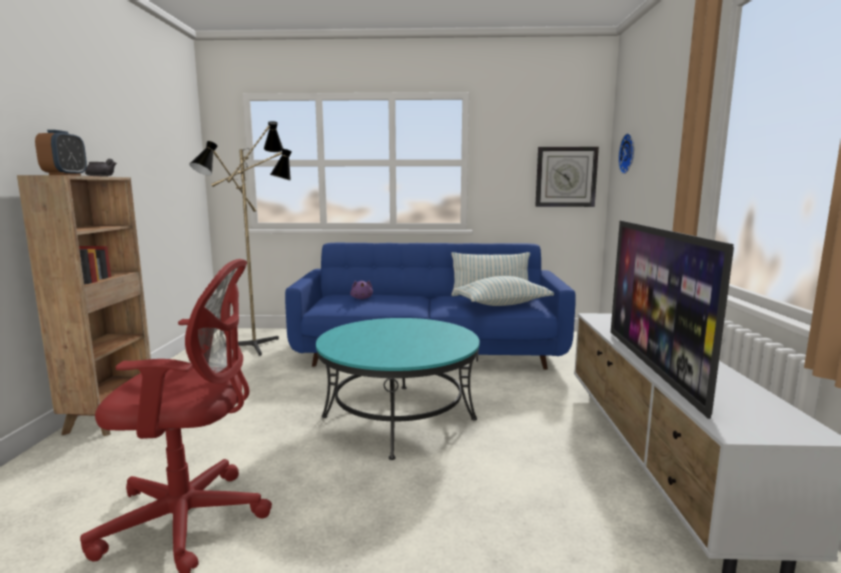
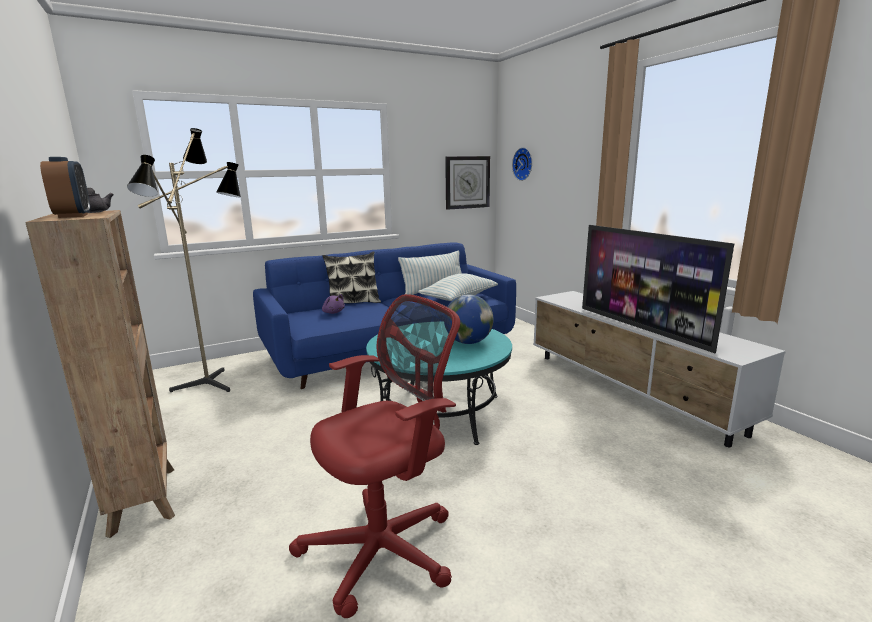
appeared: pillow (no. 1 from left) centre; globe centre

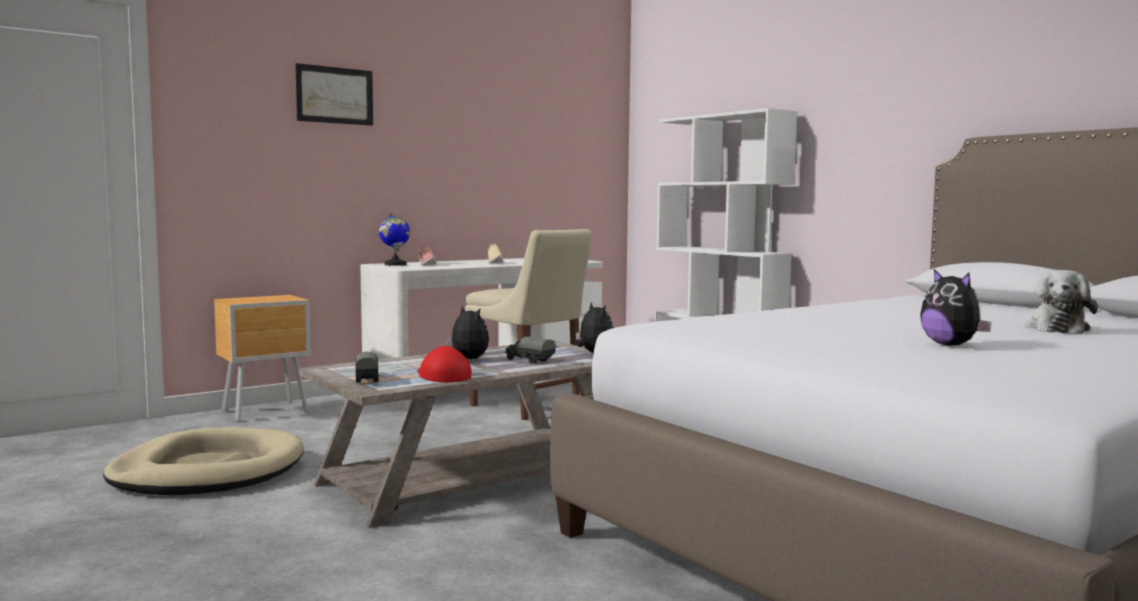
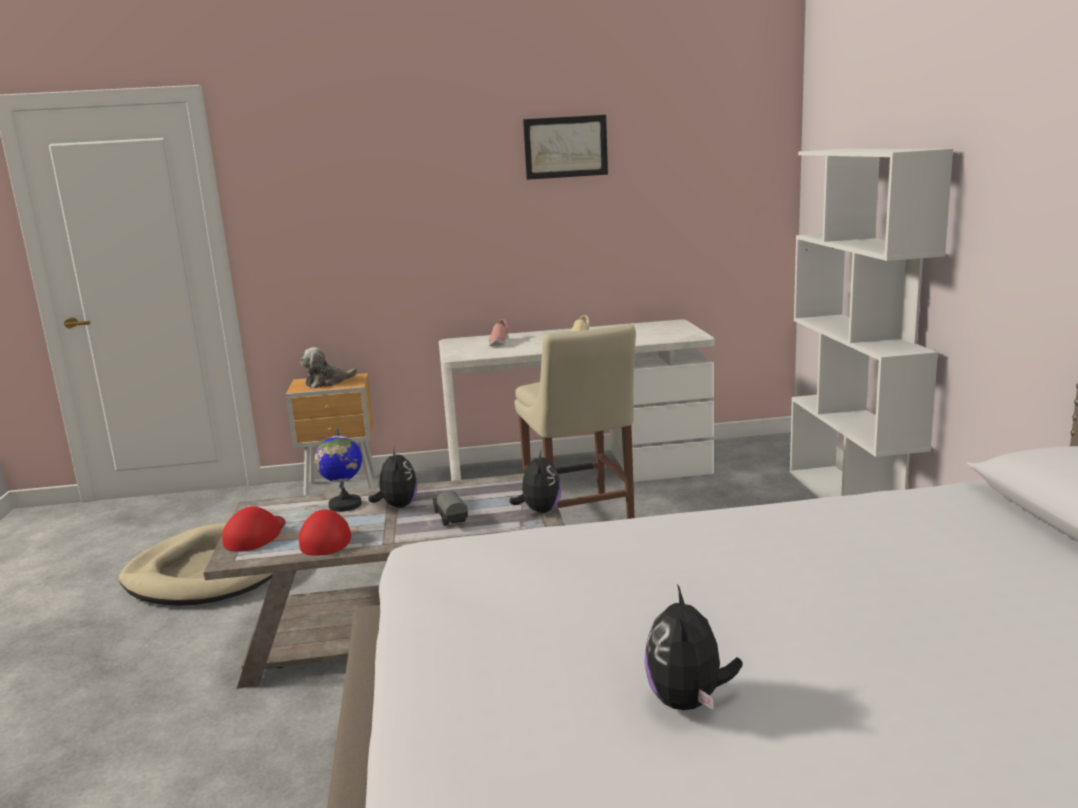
relocated: picture top left to top centre; globe centre to middle left; plush toy (no. 4 from left in the first image) middle right to plush toy (no. 1 from left) middle left
exchanged: toy truck (no. 1 from left) middle left to cap (red) (no. 1 from left) middle left

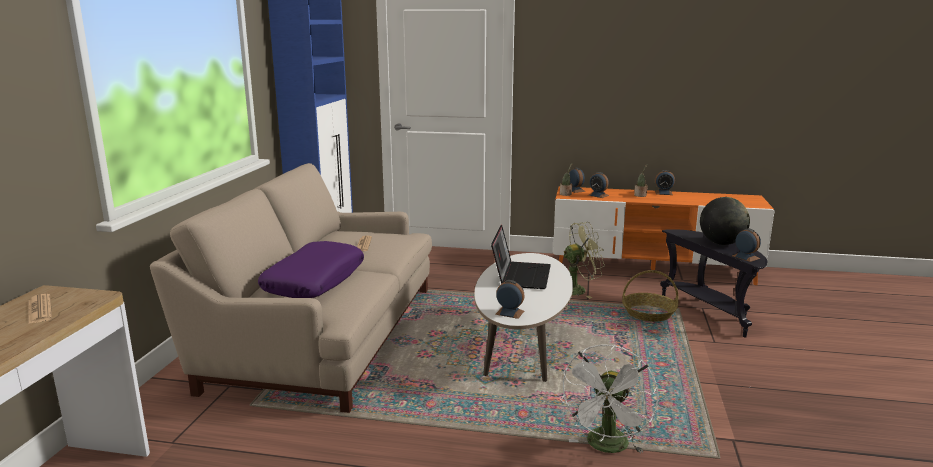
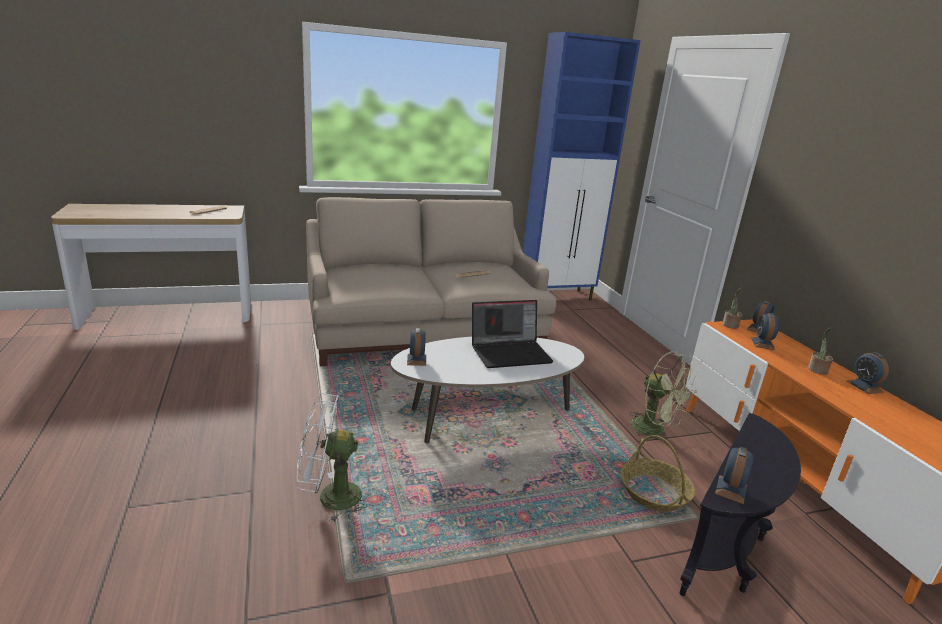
missing: pillow (purple) centre; globe middle right

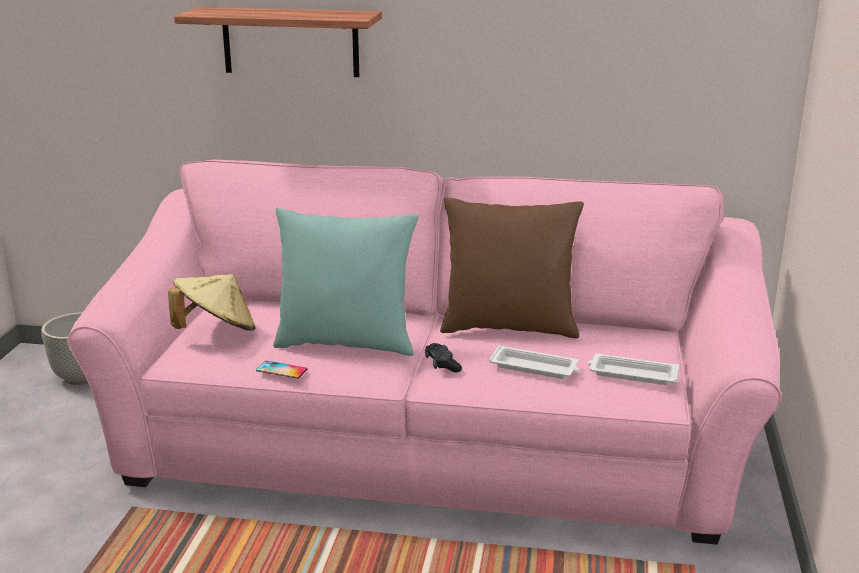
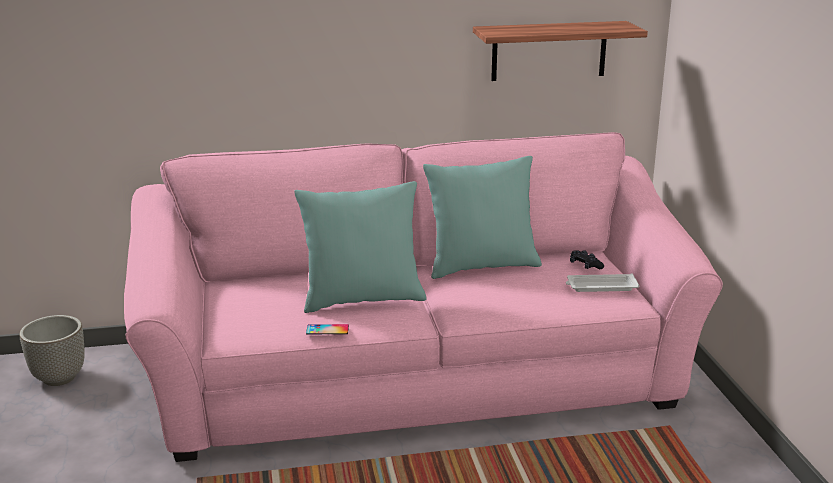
missing: hat (beige) middle left; tray (white) (no. 1 from left) centre
relocated: shelf top left to top right; game controller (black) centre to middle right
colour: pillow (brown) centre to pillow (turquoise) (no. 2 from left) centre

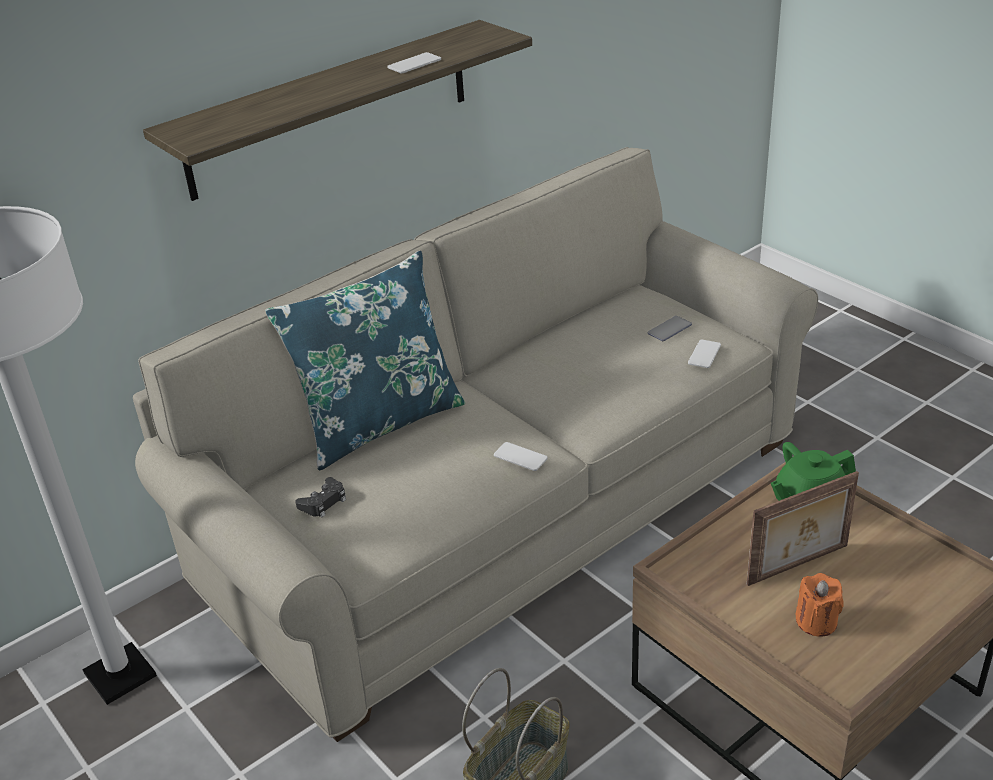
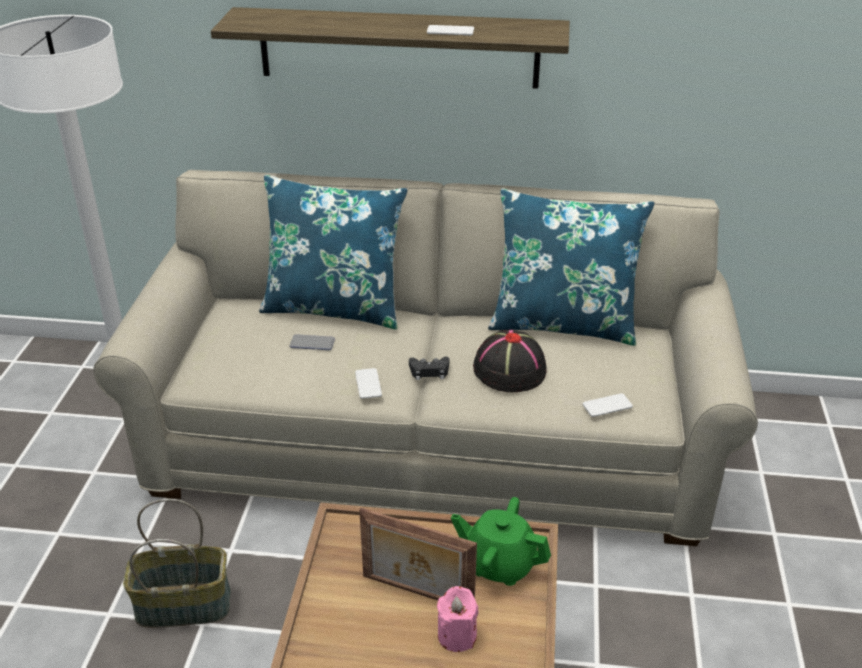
missing: candle (orange) bottom right
appeared: candle (pink) bottom centre; hat (black) centre; pillow (blue) (no. 2 from left) centre
relocated: game controller (black) middle left to centre; phone (no. 3 from left in the first image) middle right to phone (no. 1 from left) centre

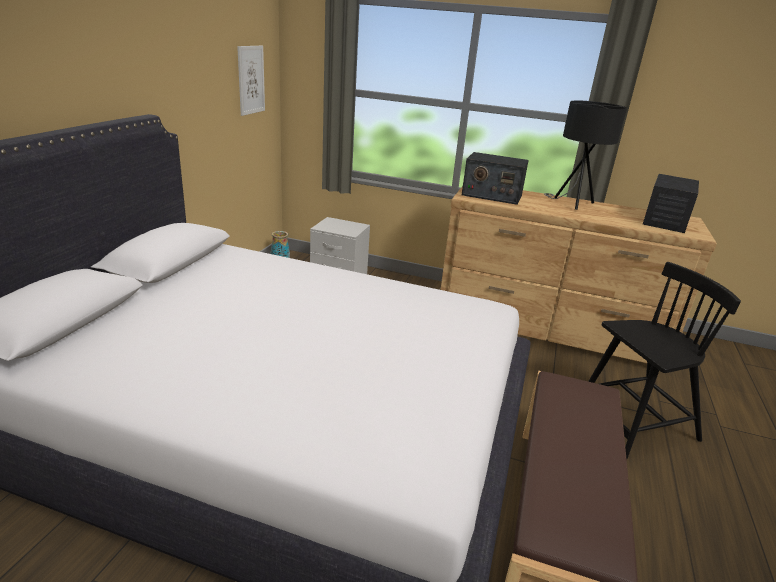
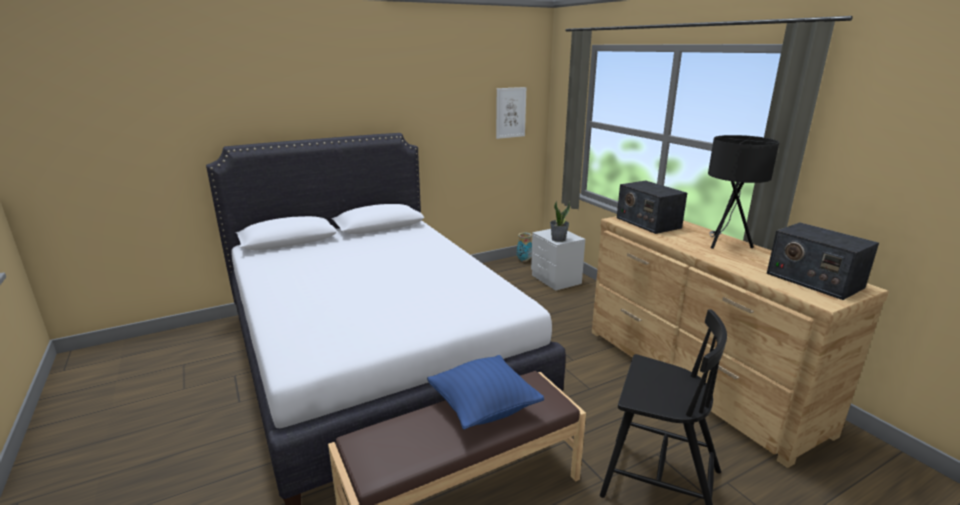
appeared: pillow (blue) bottom centre; potted plant centre
spun: radio (no. 2 from left) middle right = middle right 75 degrees clockwise

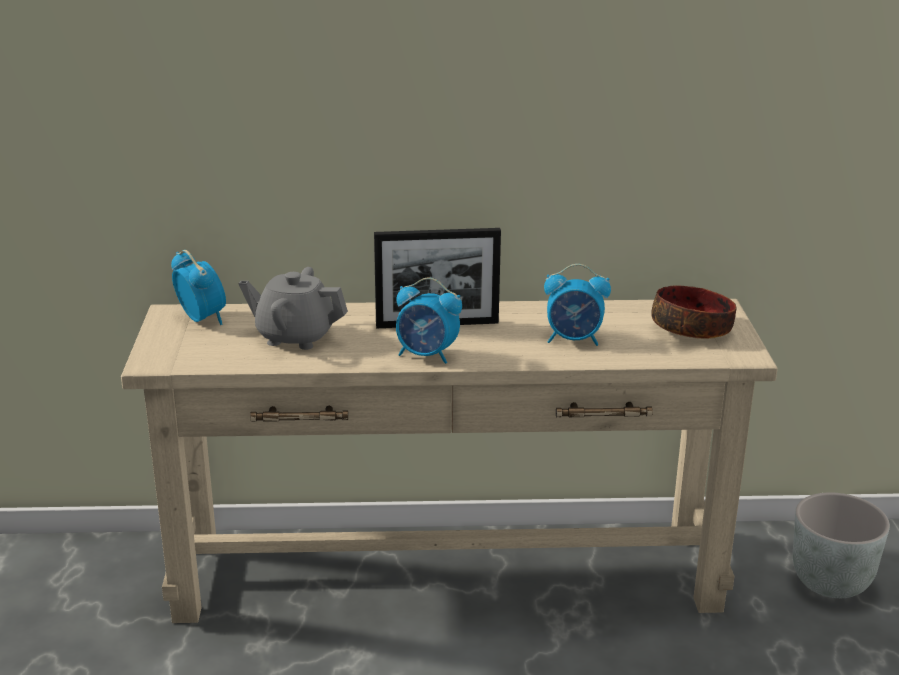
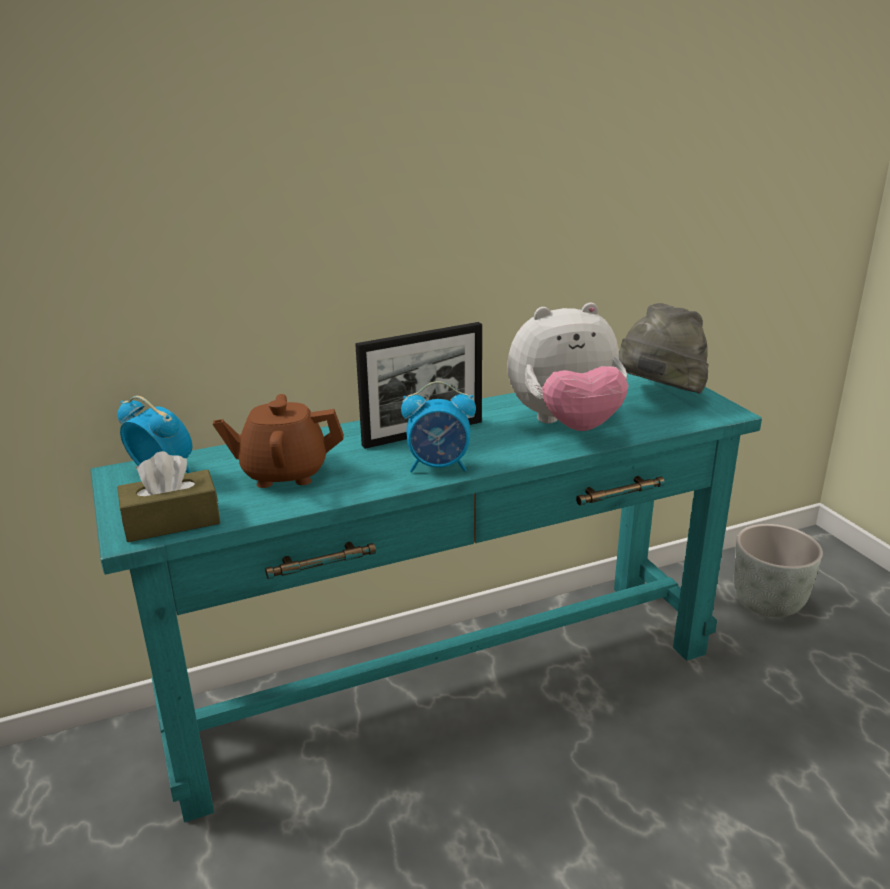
appeared: tissue box (brown) middle left
exchanged: alarm clock (no. 3 from left) centre to plush toy centre; bowl middle right to hat (grey) middle right
colour: console table (beige) bottom centre to console table (turquoise) bottom centre; teapot (grey) middle left to teapot (brown) middle left

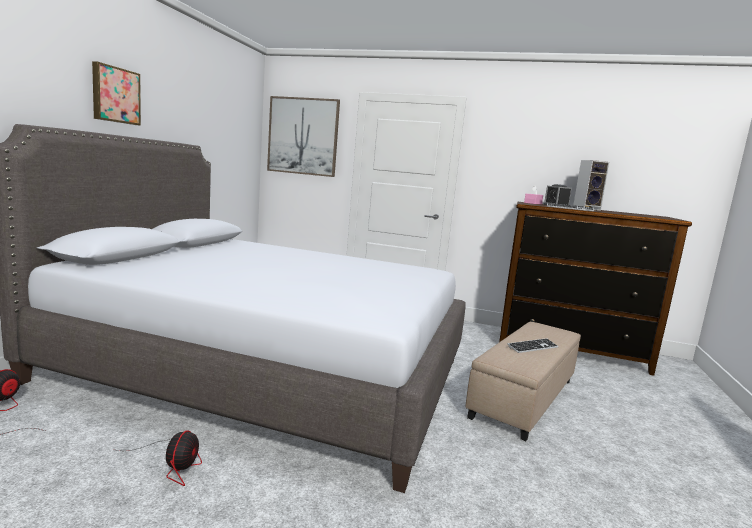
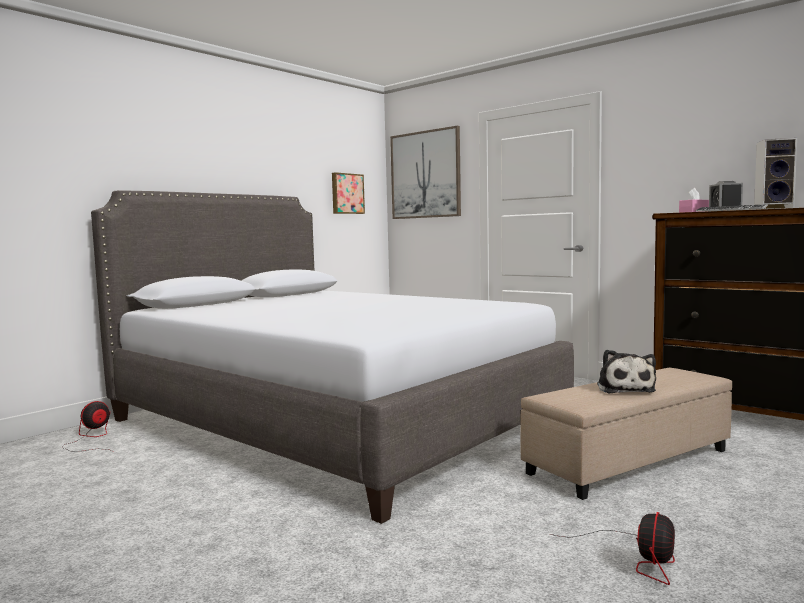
relocated: picture (no. 1 from left) top left to top centre; fan (no. 2 from left) bottom left to bottom right
exchanged: keyboard (no. 1 from left) middle right to plush toy middle right

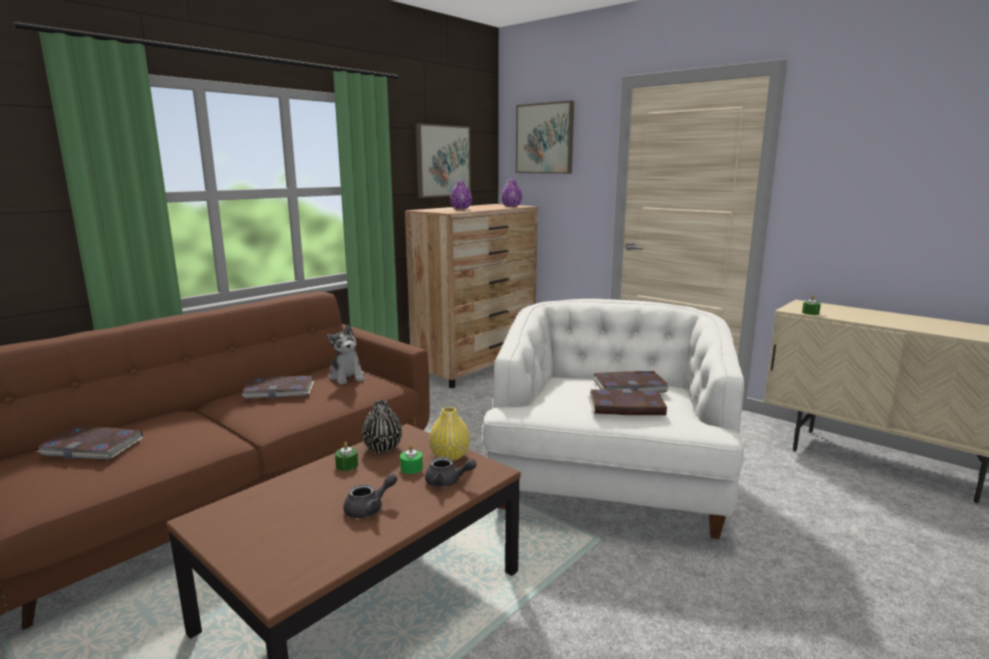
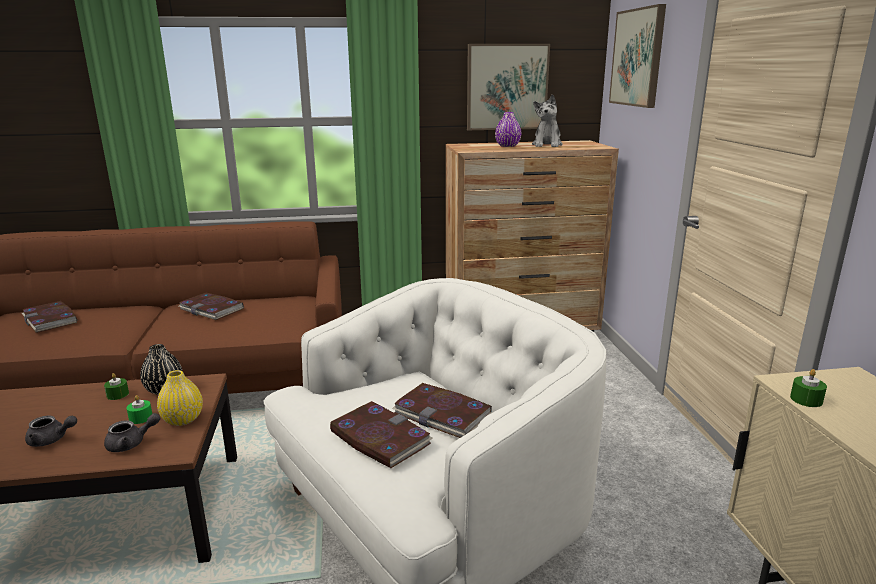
missing: vase (purple) (no. 2 from left) top centre
relocated: plush toy centre to top centre
spun: teapot (grey) (no. 2 from left) bottom centre = bottom left 75 degrees counterclockwise

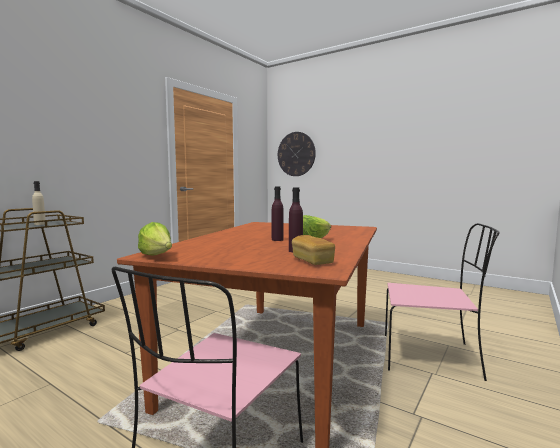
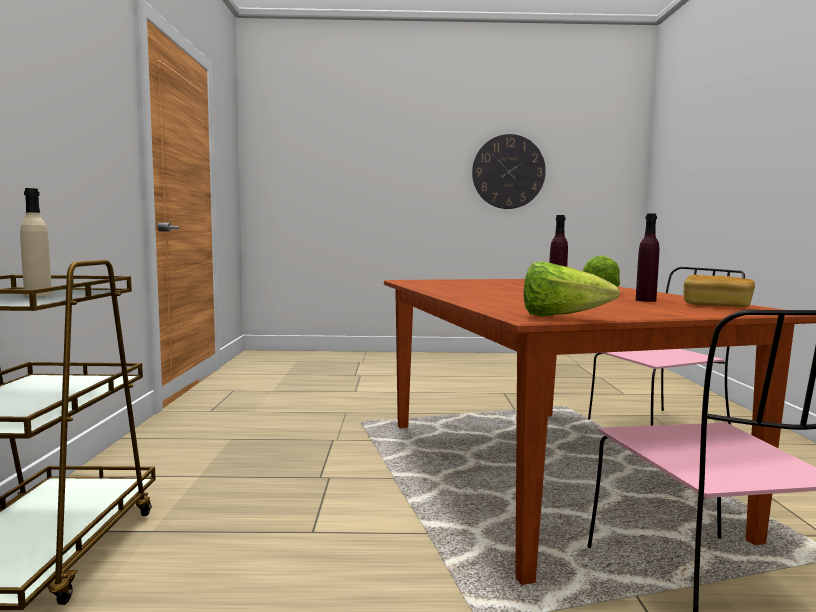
relocated: wall clock centre to top centre

